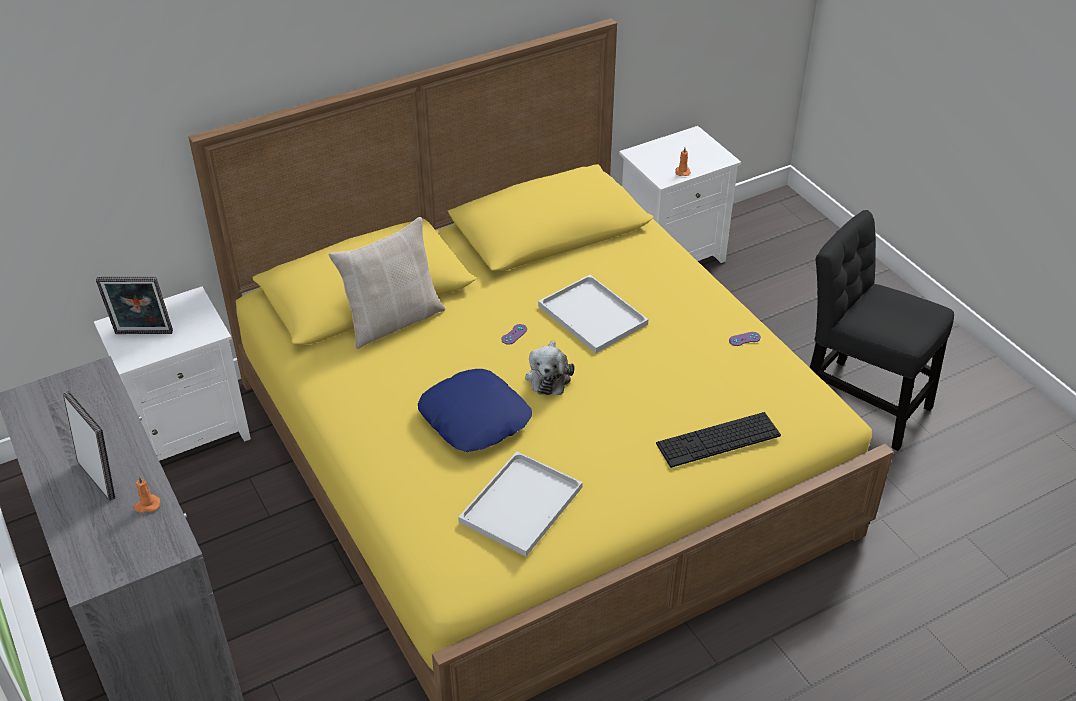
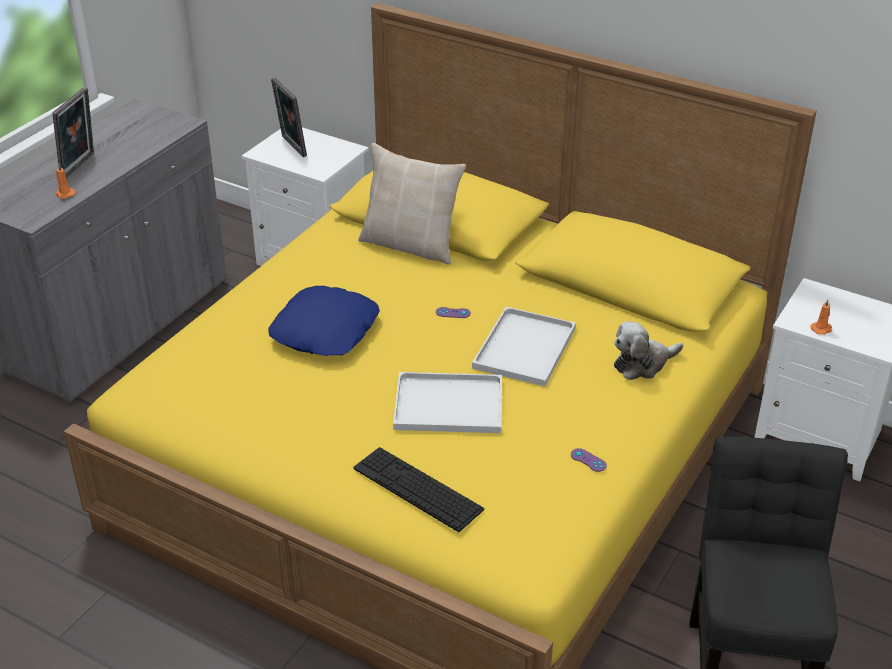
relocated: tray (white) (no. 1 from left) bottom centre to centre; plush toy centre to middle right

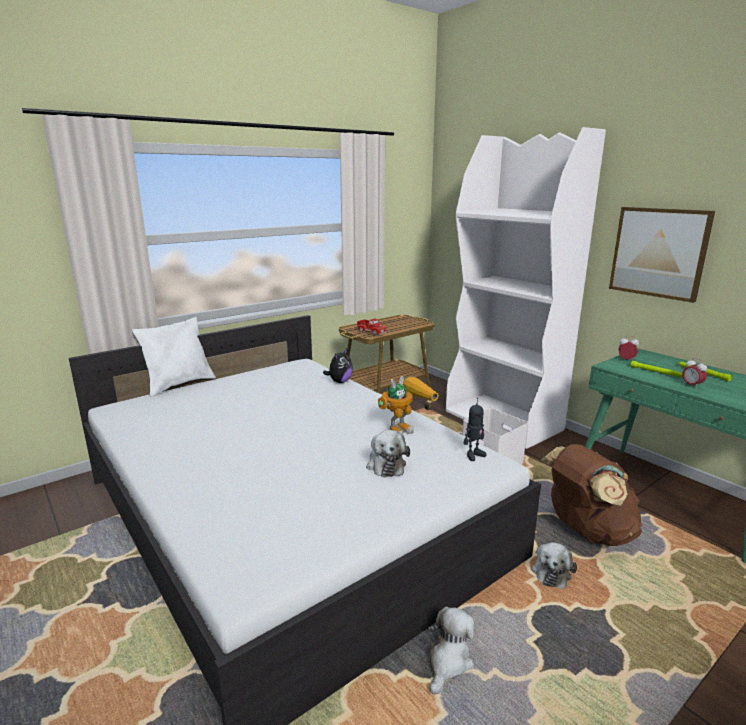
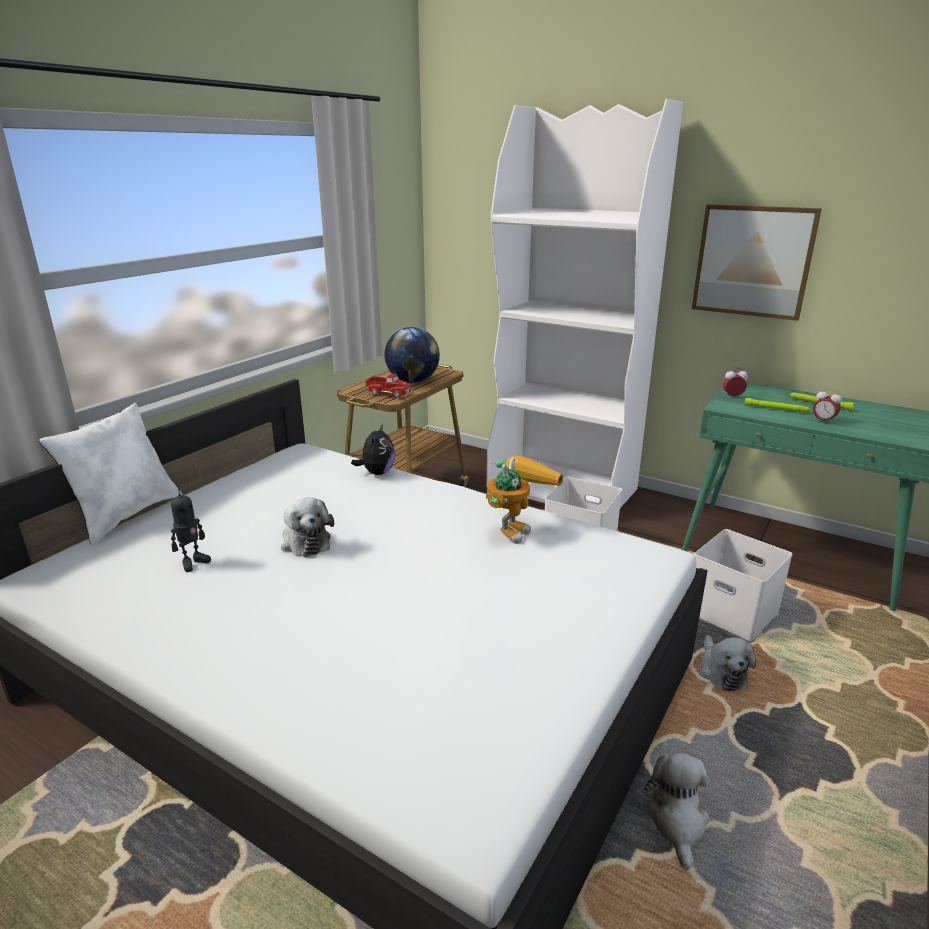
appeared: globe centre
relocated: plush toy (no. 2 from left in the first image) centre to plush toy (no. 1 from left) middle left; toy robot (no. 2 from left in the first image) centre to toy robot (no. 1 from left) middle left
exchanged: backpack (brown) bottom right to storage box (white) (no. 2 from left) middle right

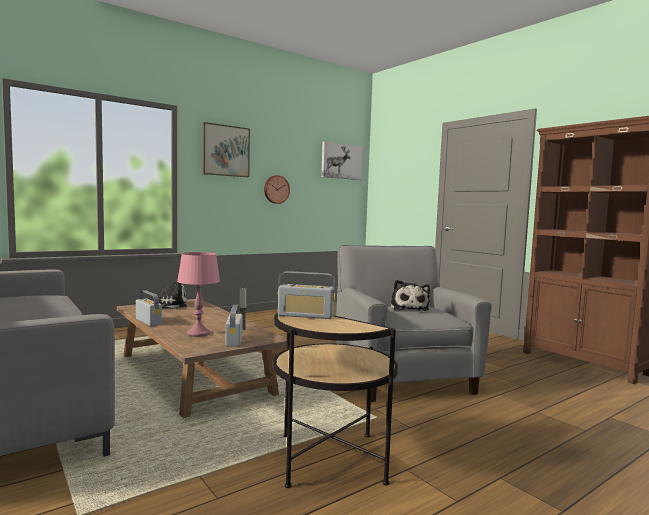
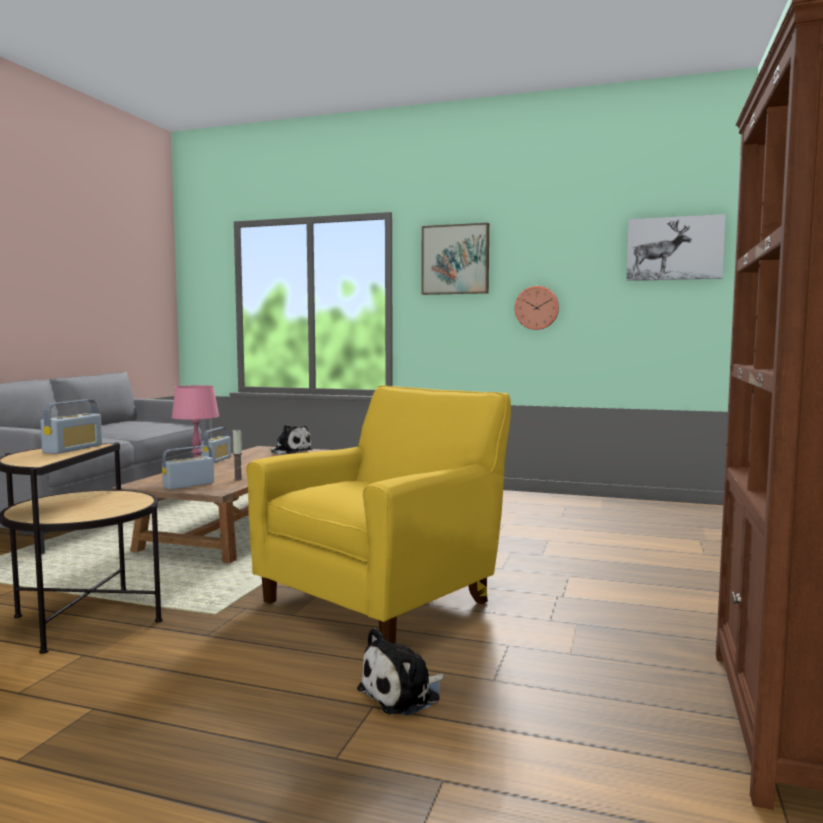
relocated: plush toy (no. 2 from left) centre to bottom centre
colour: armchair (grey) centre to armchair (yellow) centre
spun: radio (no. 3 from left in the first image) centre = middle left 135 degrees counterclockwise

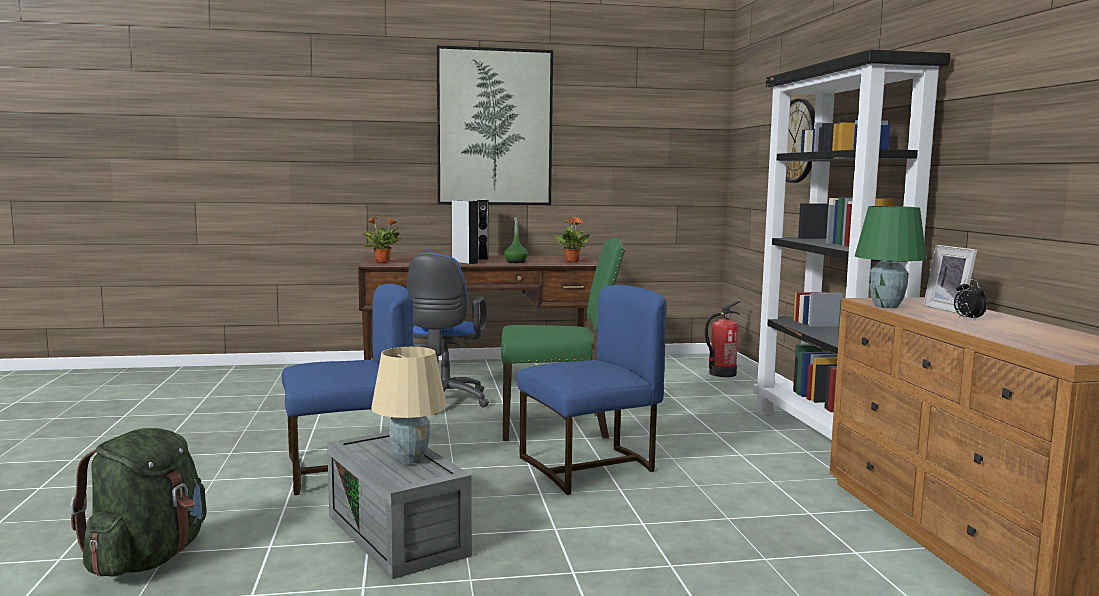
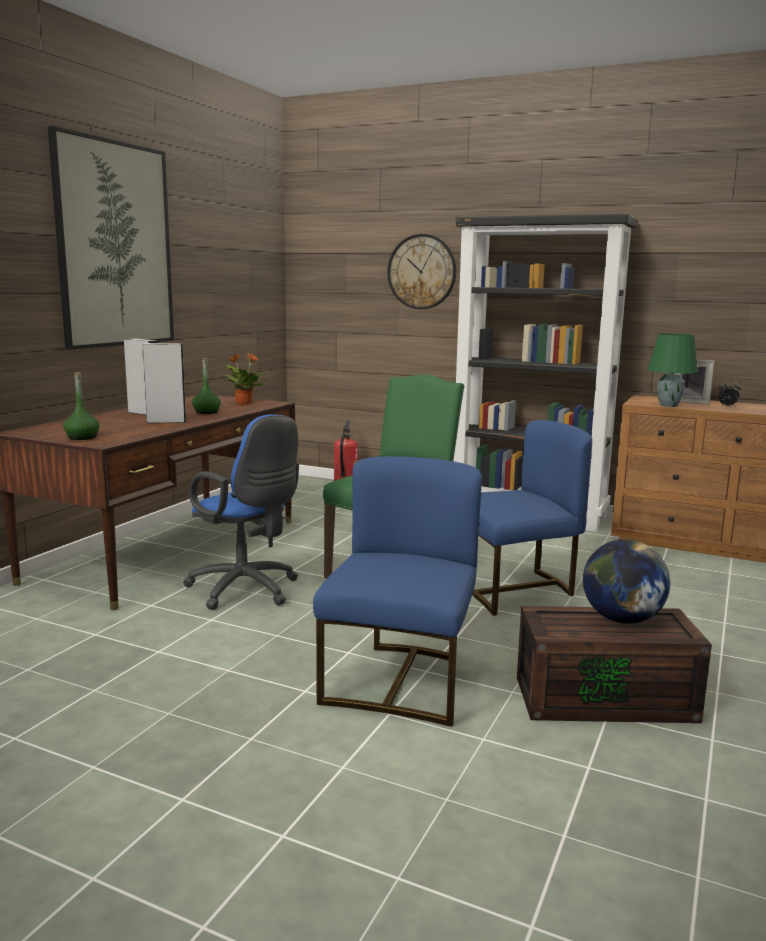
missing: backpack (green) bottom left
exchanged: potted plant (no. 1 from left) centre to bottle (green) (no. 1 from left) middle left; table lamp (beige) bottom centre to globe middle right
colour: storage box (grey) bottom centre to storage box (brown) bottom right
spun: chair (blue) (no. 2 from left) centre = middle right 60 degrees clockwise

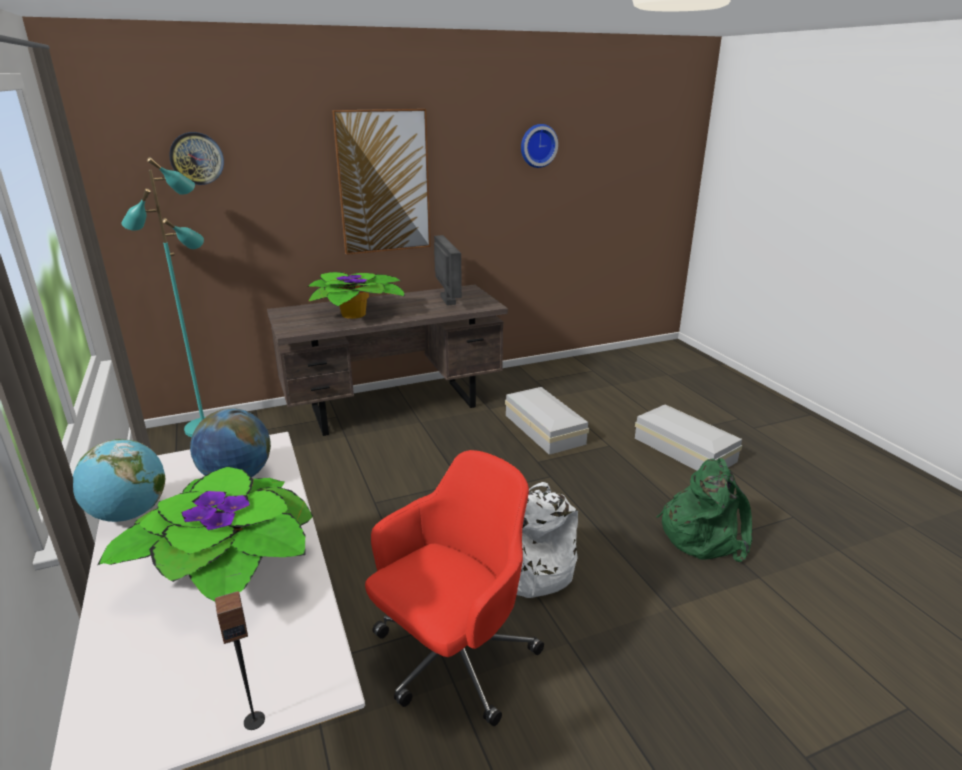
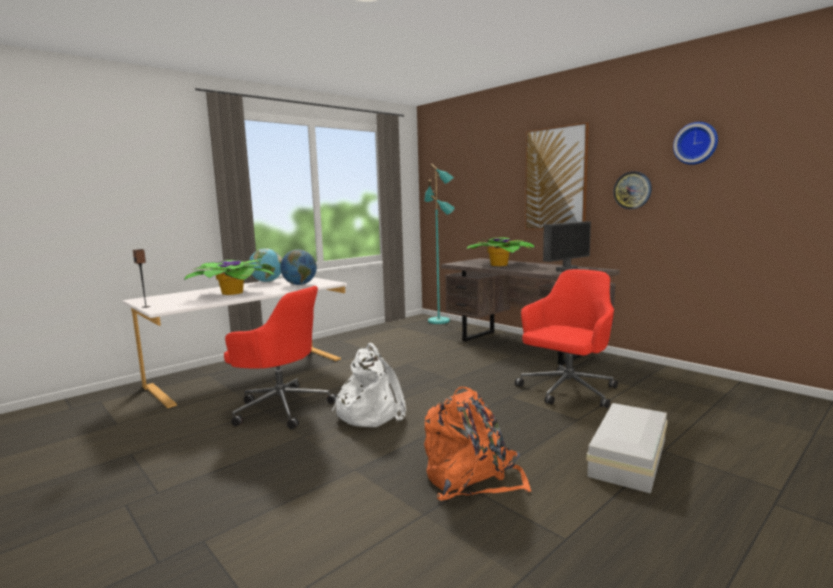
relocated: wall clock (no. 1 from left) top left to top right
exchanged: storage box (white) (no. 1 from left) centre to office chair (red) (no. 2 from left) middle right
colour: backpack (green) middle right to backpack (orange) bottom centre

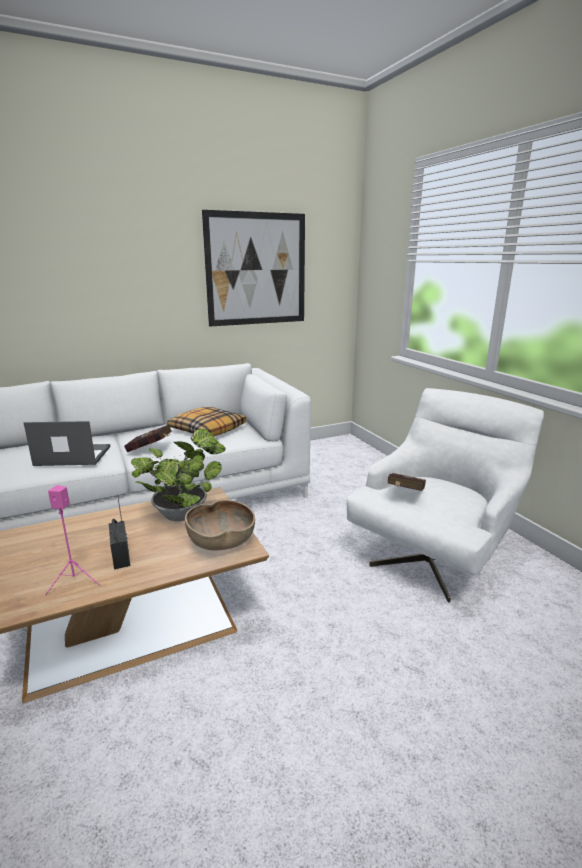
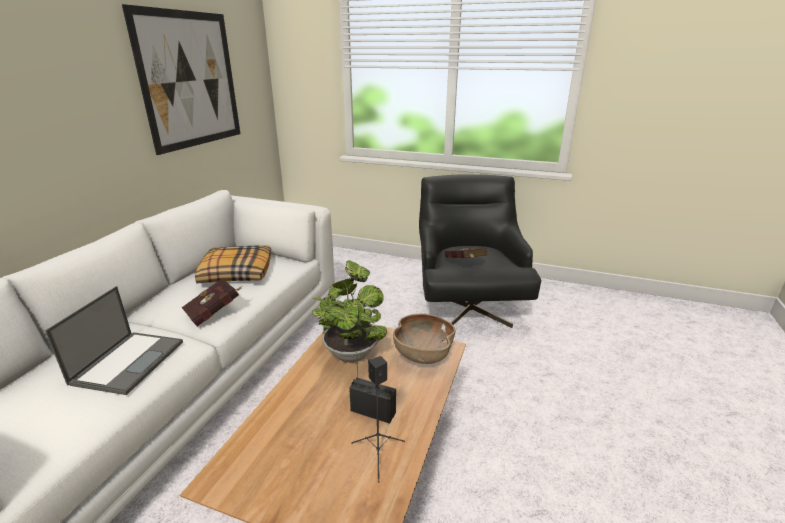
colour: speaker (pink) middle left to speaker (black) bottom centre; armchair (white) middle right to armchair (black) centre
spun: laptop middle left = middle left 150 degrees clockwise

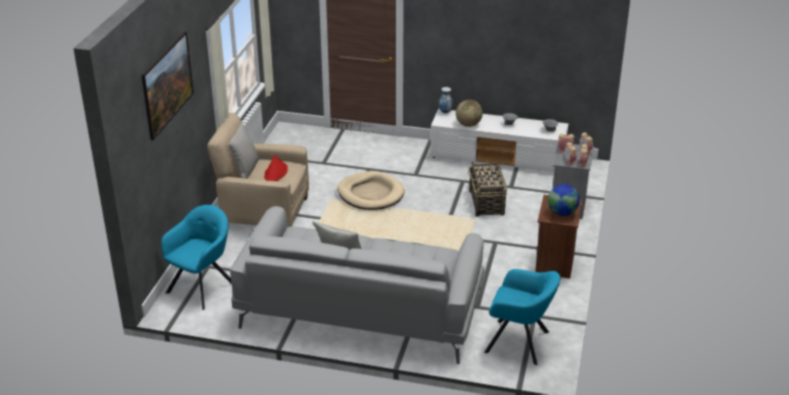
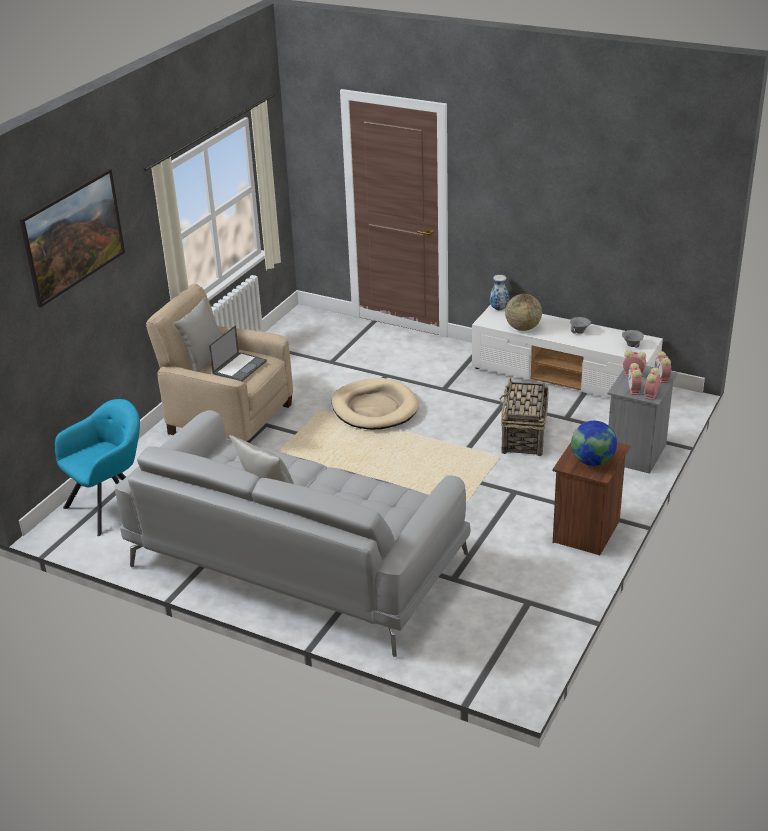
missing: armchair (turquoise) (no. 2 from left) bottom centre
exchanged: hat (red) centre to laptop middle left

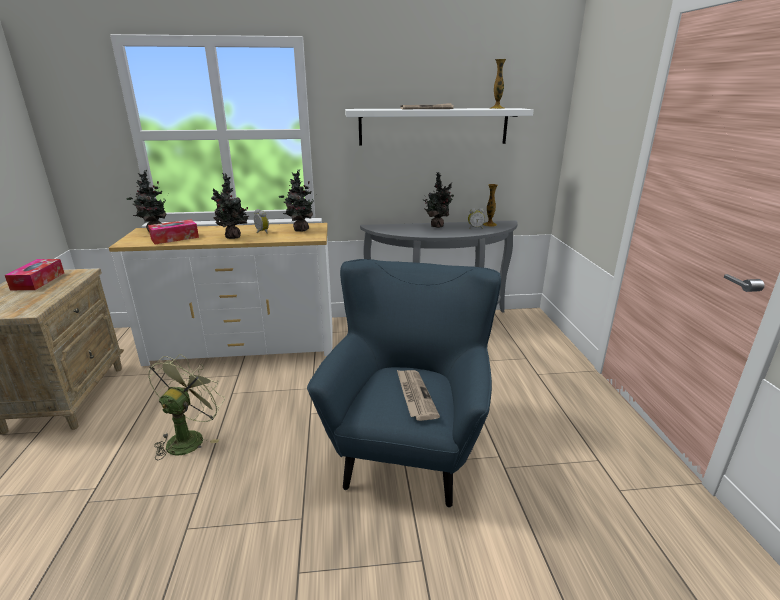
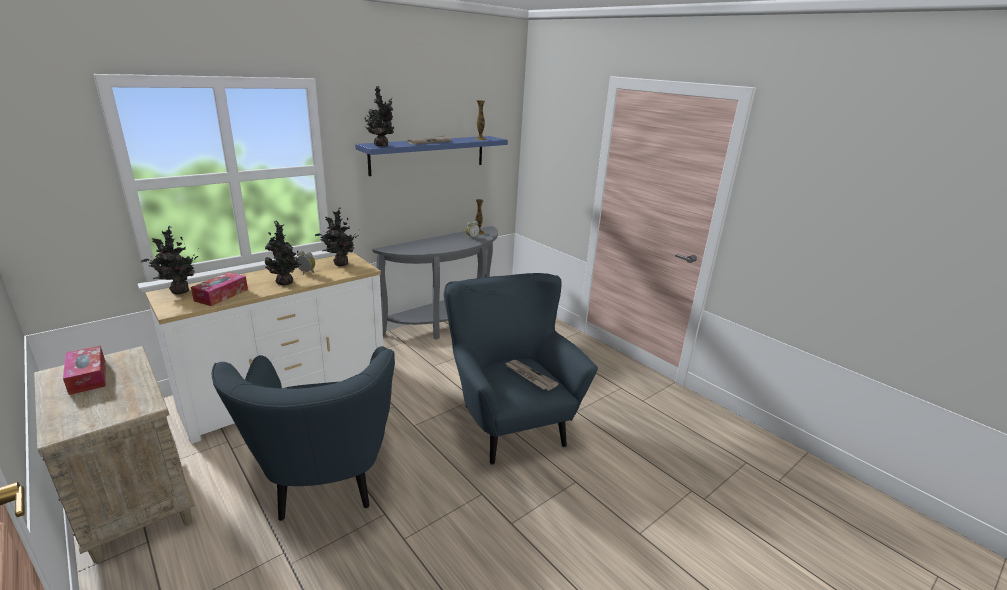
relocated: potted plant (no. 4 from left) centre to top centre
exchanged: fan (green) bottom left to armchair (blue) (no. 1 from left) bottom left
colour: shelf (white) top centre to shelf (blue) top centre

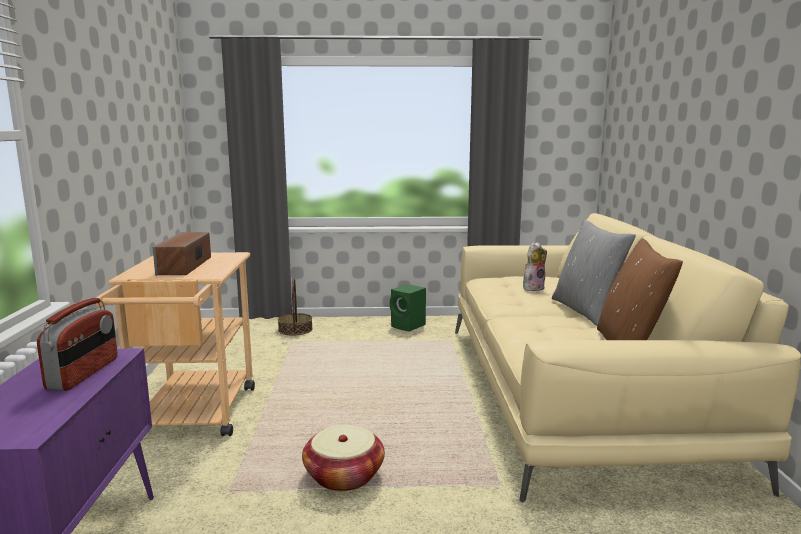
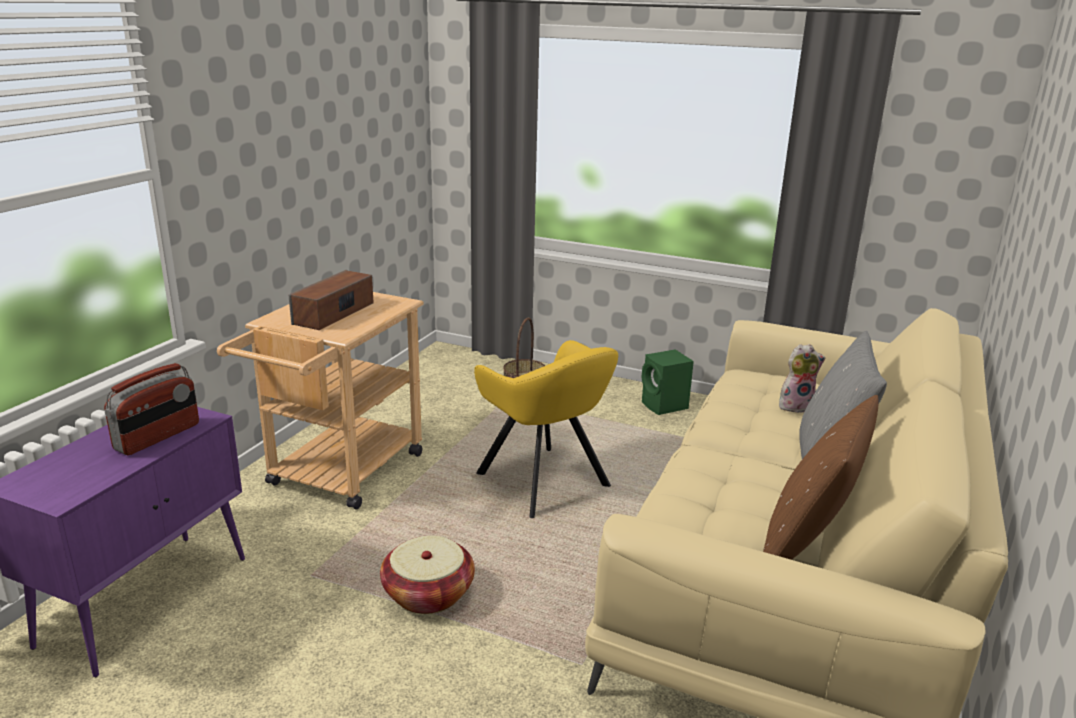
appeared: armchair (yellow) centre

